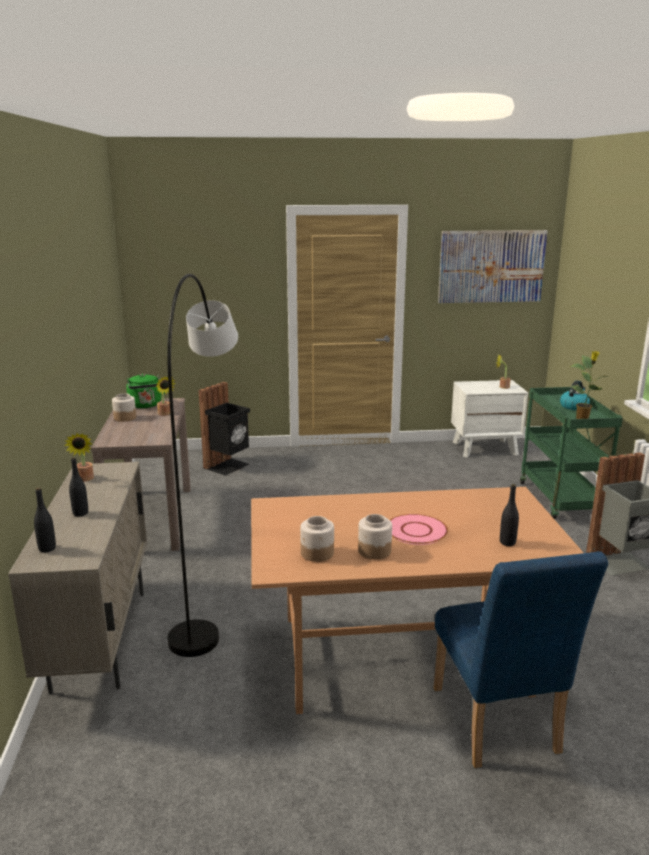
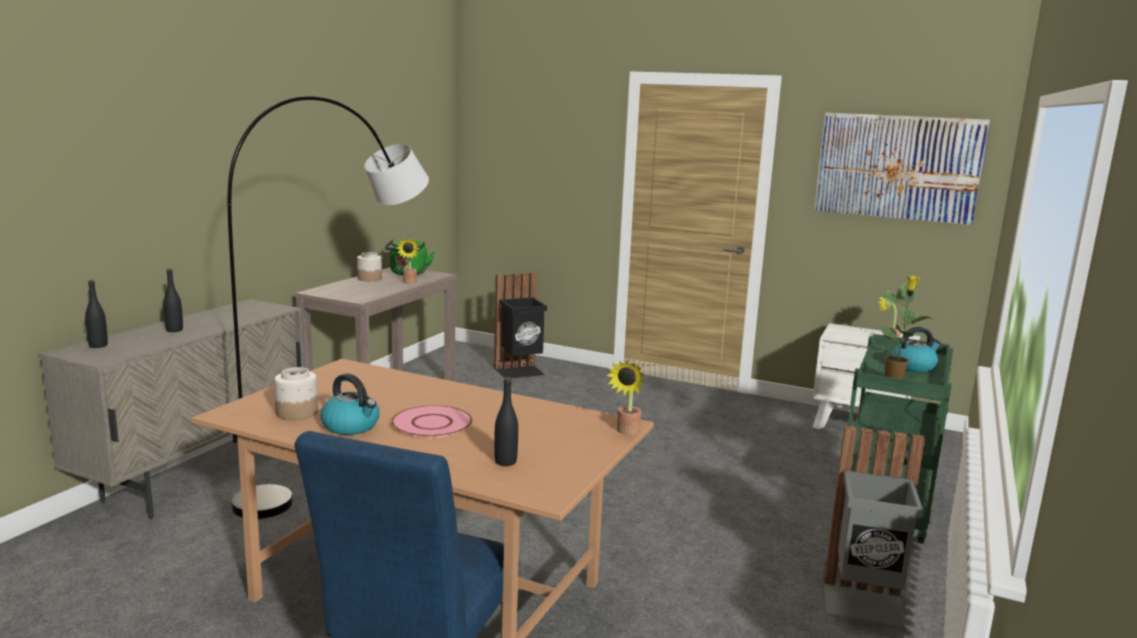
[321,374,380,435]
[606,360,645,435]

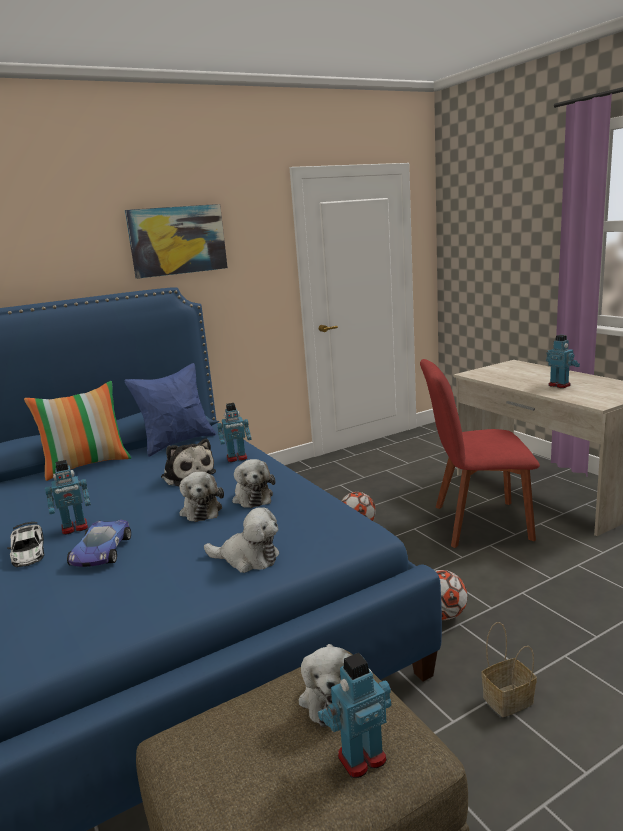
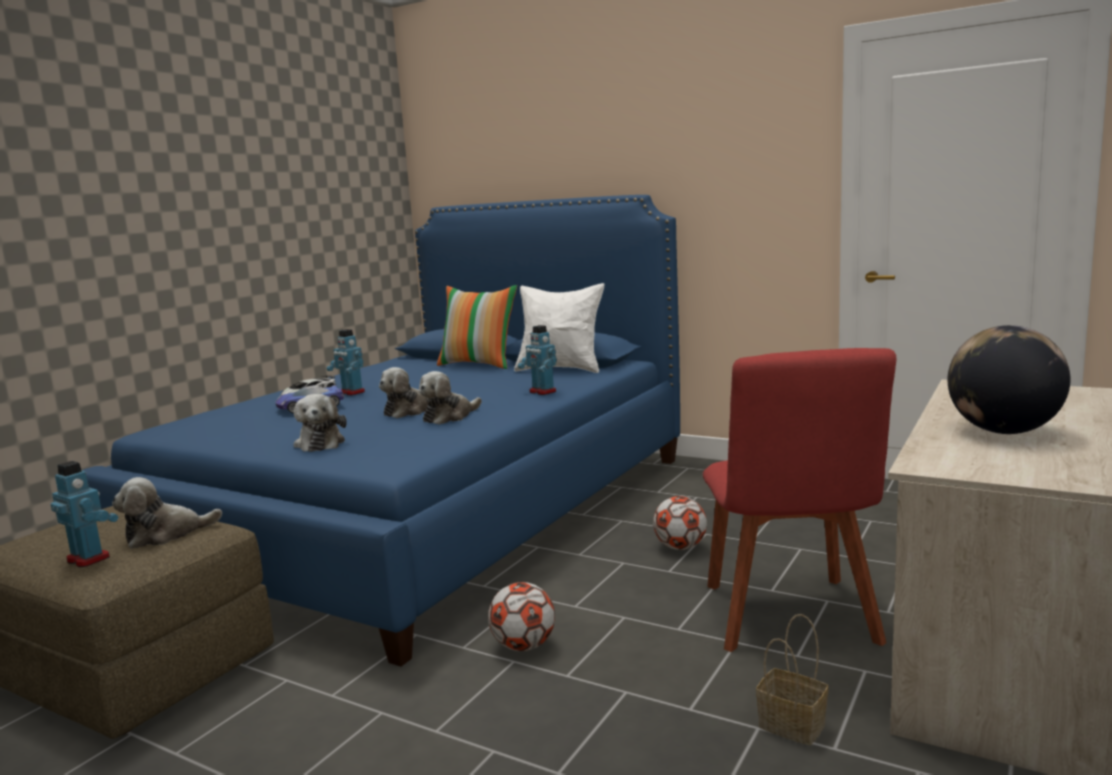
[514,283,604,373]
[703,348,897,652]
[756,614,828,745]
[948,325,1071,434]
[125,204,228,279] (first image)
[161,438,216,487] (first image)

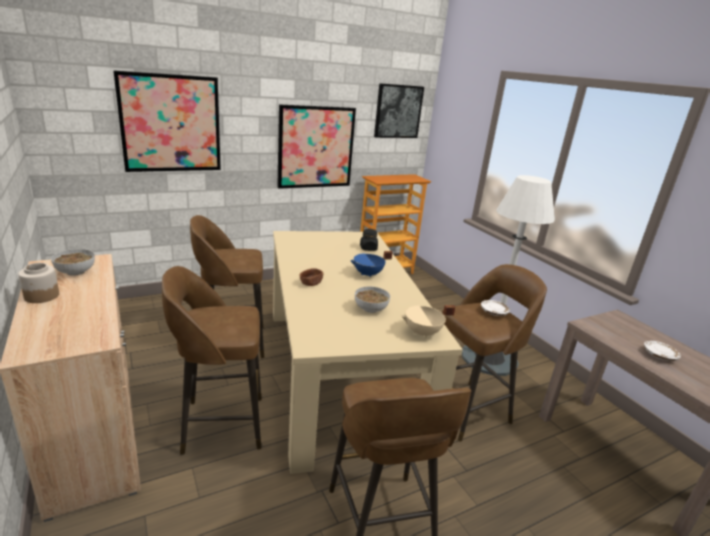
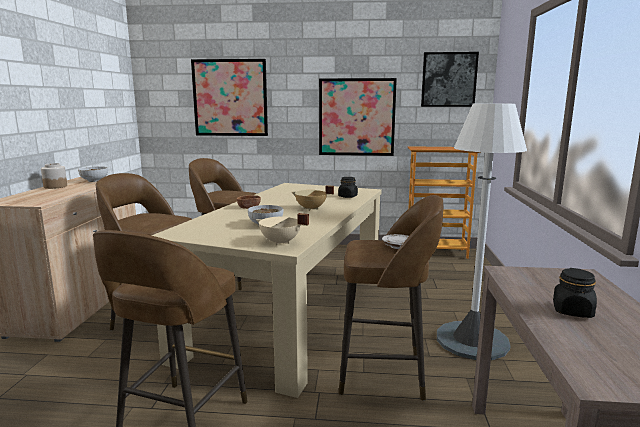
[292,185,334,211]
[553,268,597,318]

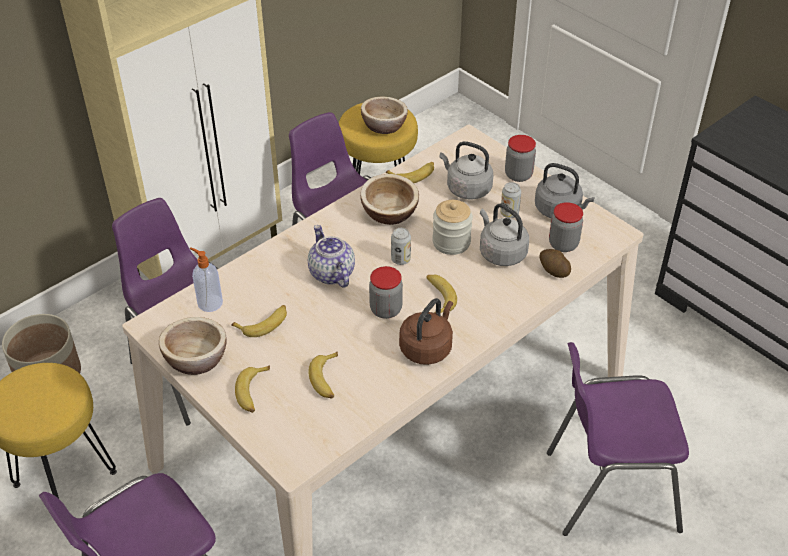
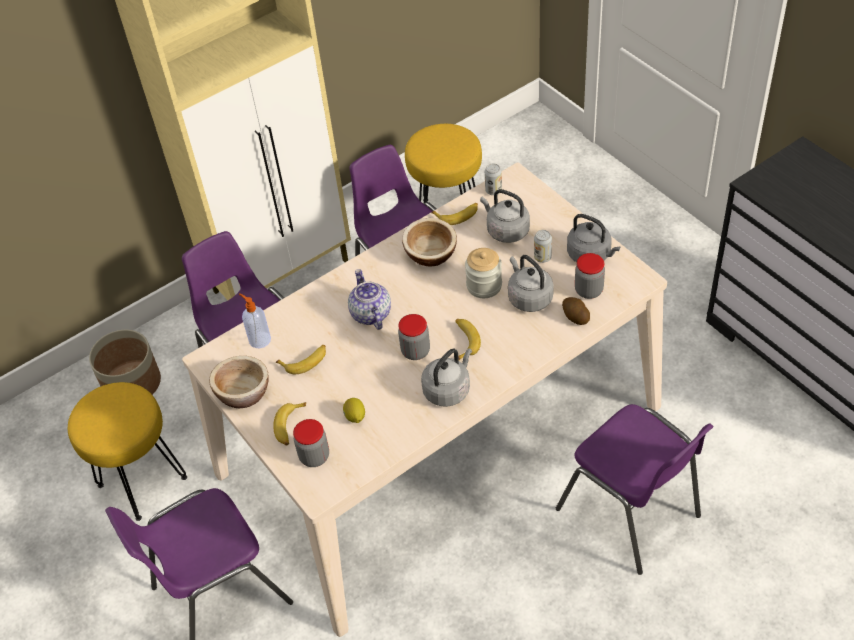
[293,419,329,467]
[343,398,365,423]
[421,348,472,407]
[485,163,502,195]
[556,404,714,575]
[361,97,408,134] (first image)

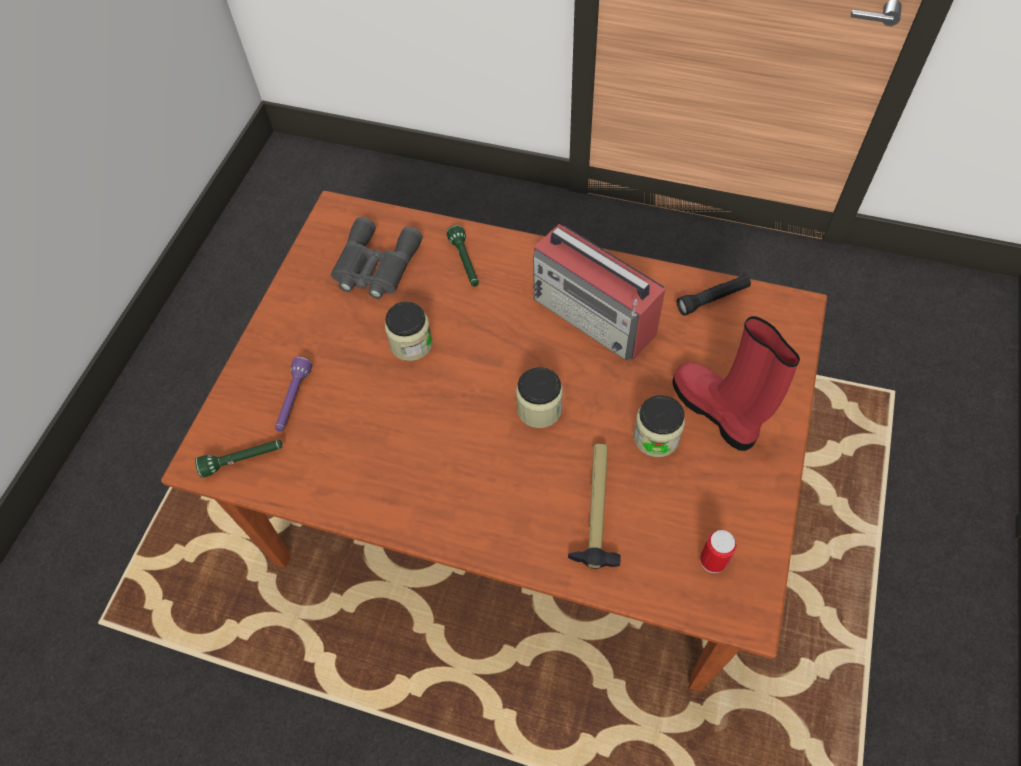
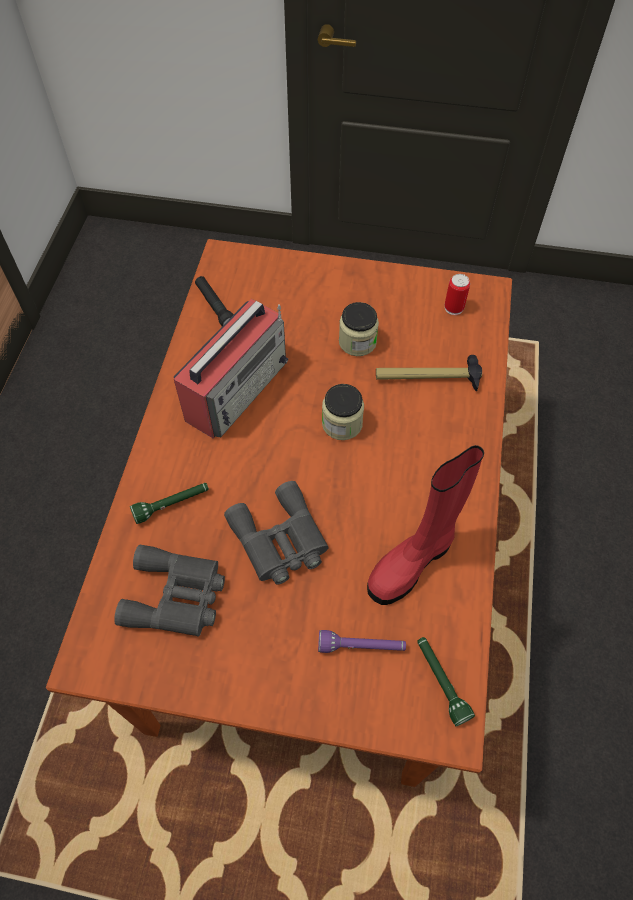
[224,481,329,585]
[367,445,484,605]

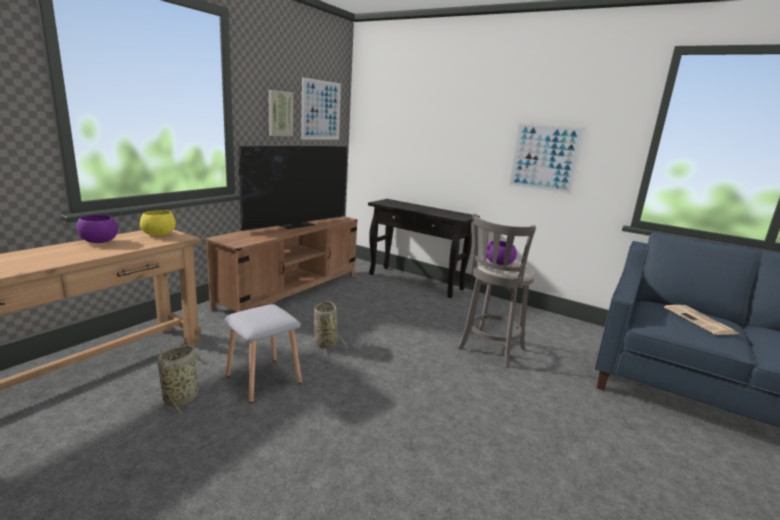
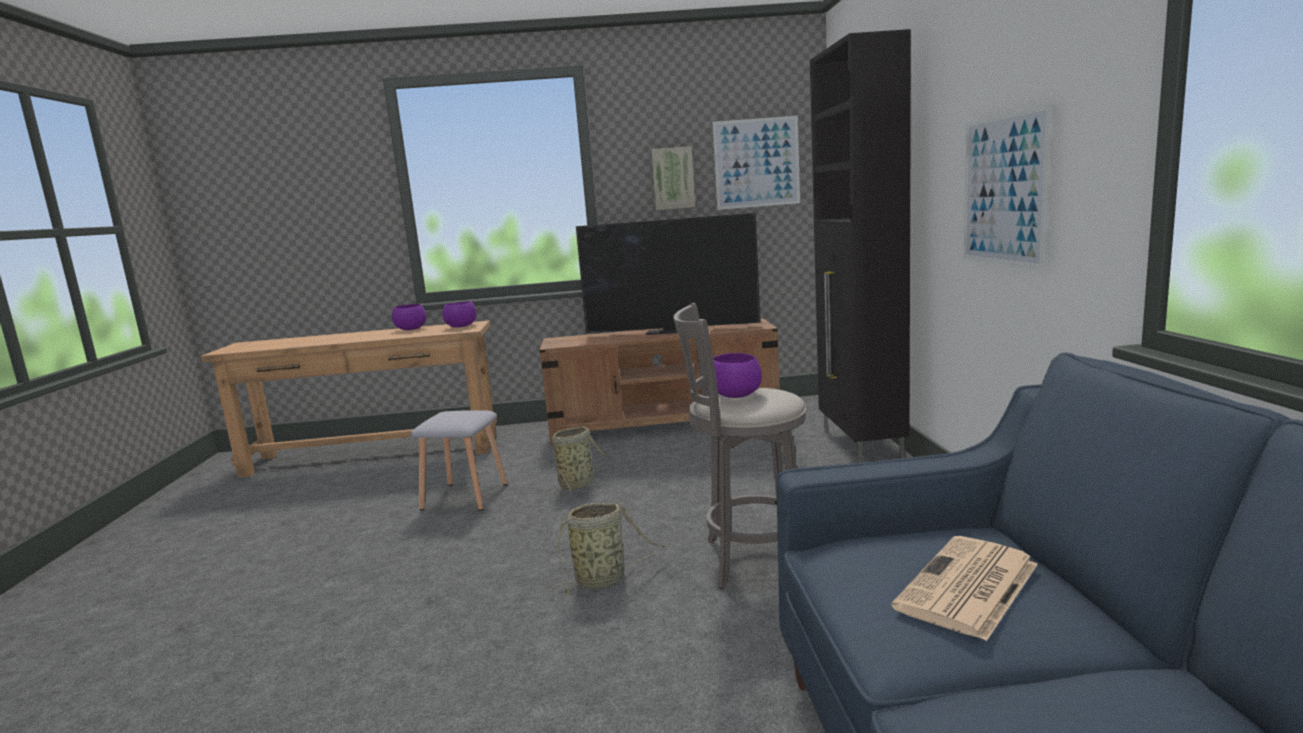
[442,301,477,328]
[550,503,667,594]
[810,29,911,463]

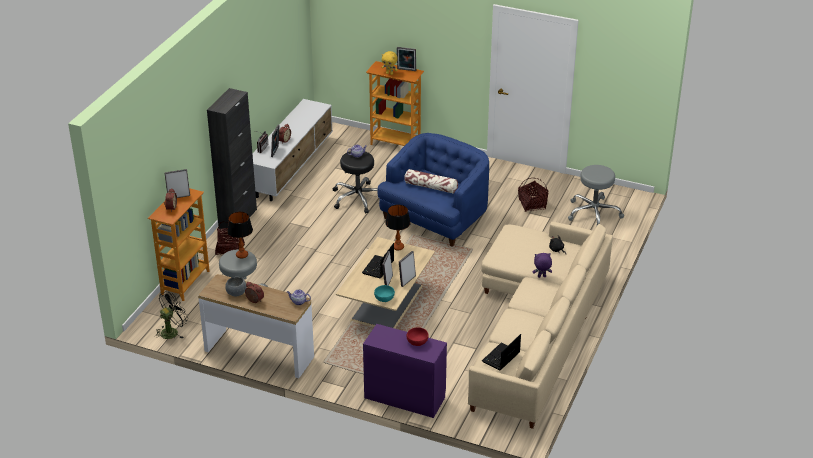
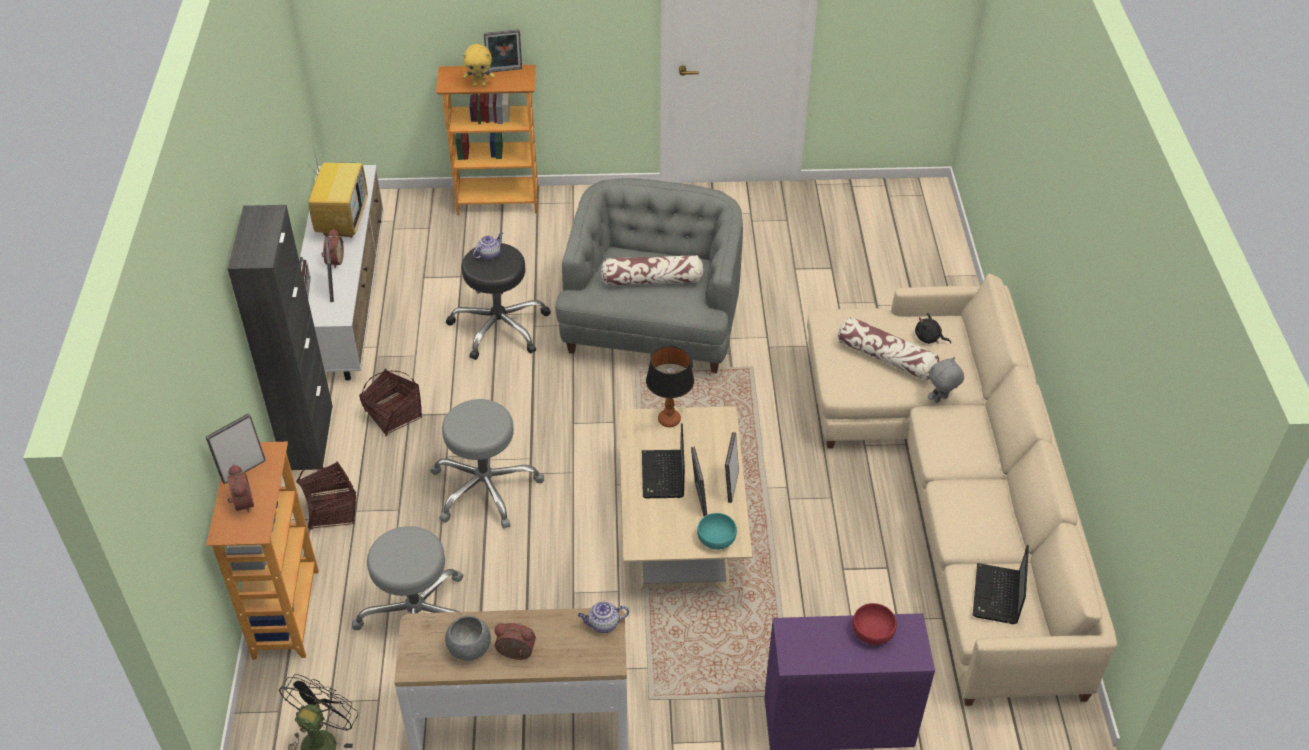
[308,140,368,238]
[359,369,422,436]
[430,399,544,528]
[556,178,743,373]
[838,317,939,381]
[928,357,964,403]
[227,212,253,258] (first image)

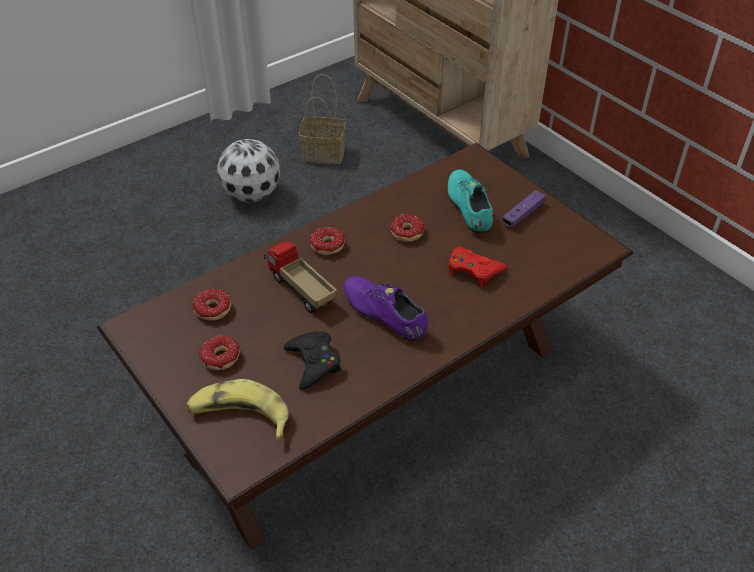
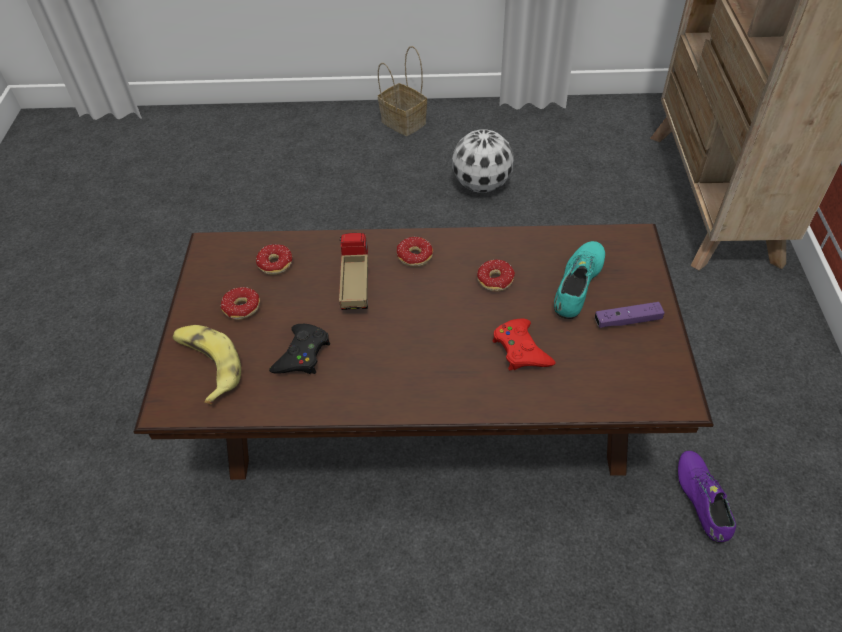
[378,46,427,136]
[678,451,736,543]

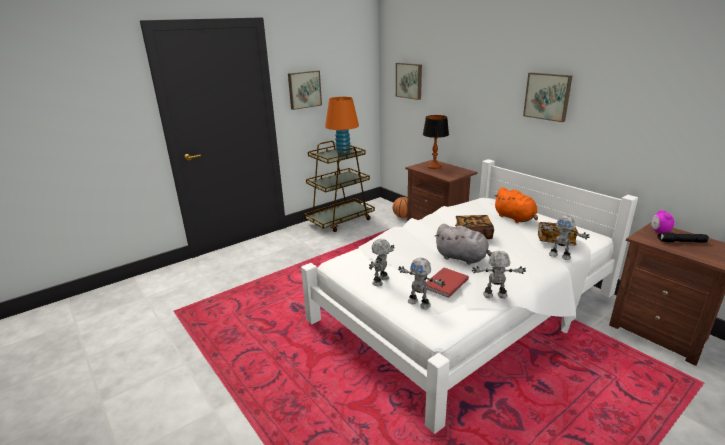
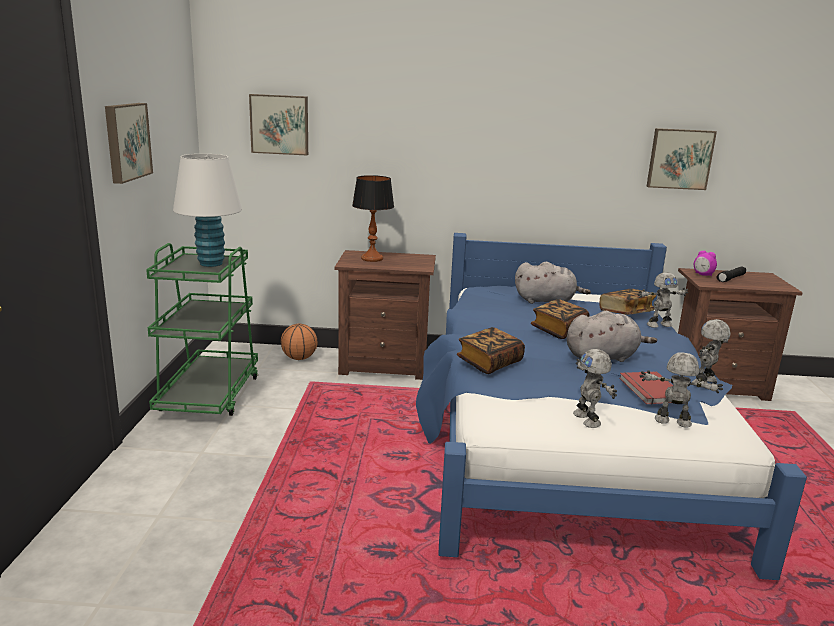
[146,243,258,416]
[173,154,242,267]
[416,233,807,580]
[457,327,525,374]
[515,262,591,304]
[639,352,723,428]
[647,128,717,190]

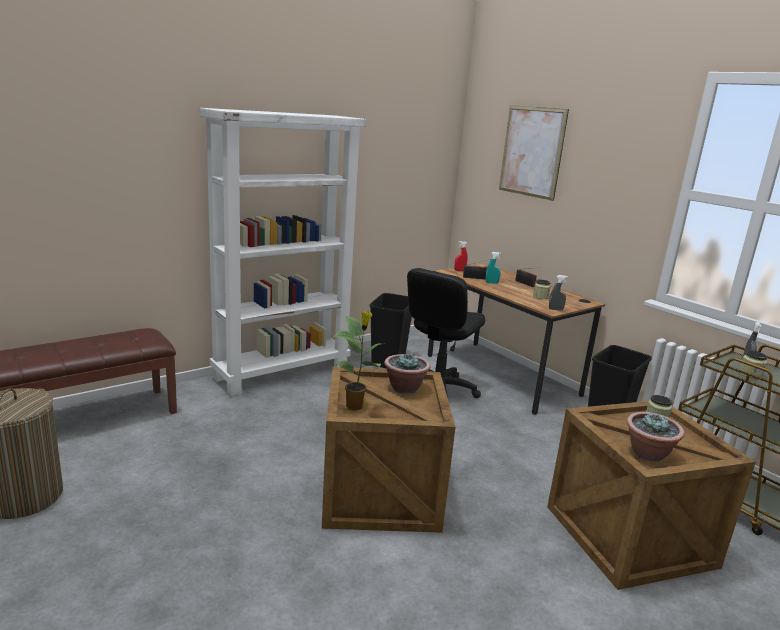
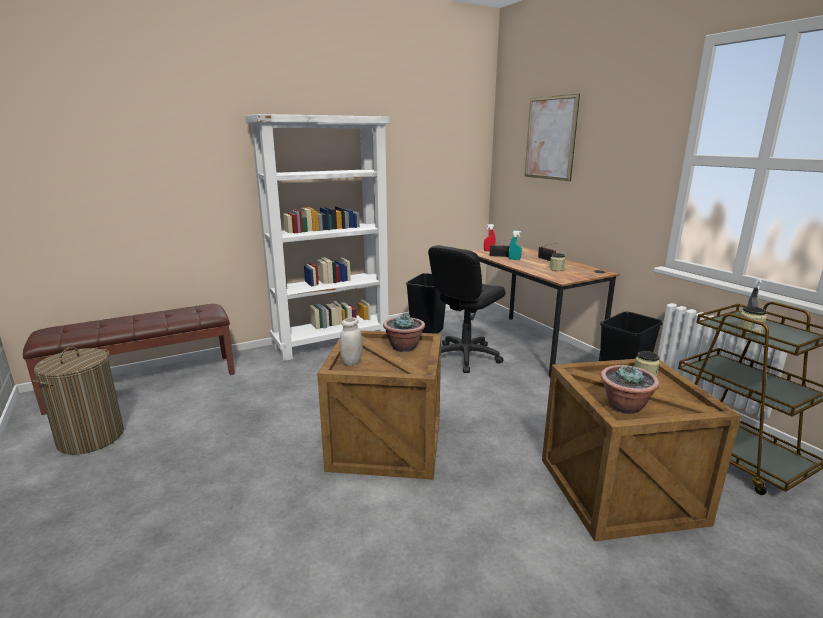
[340,317,363,366]
[549,275,568,311] (first image)

